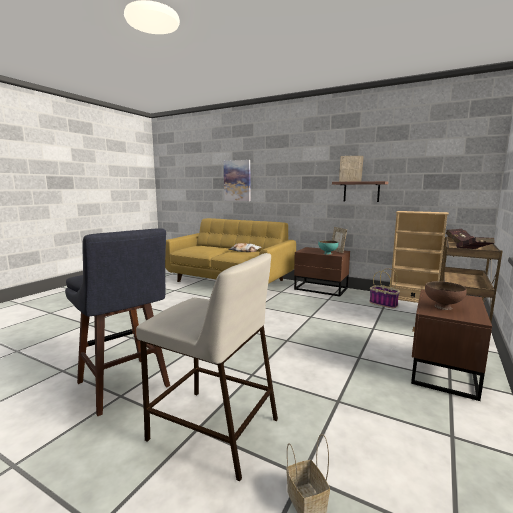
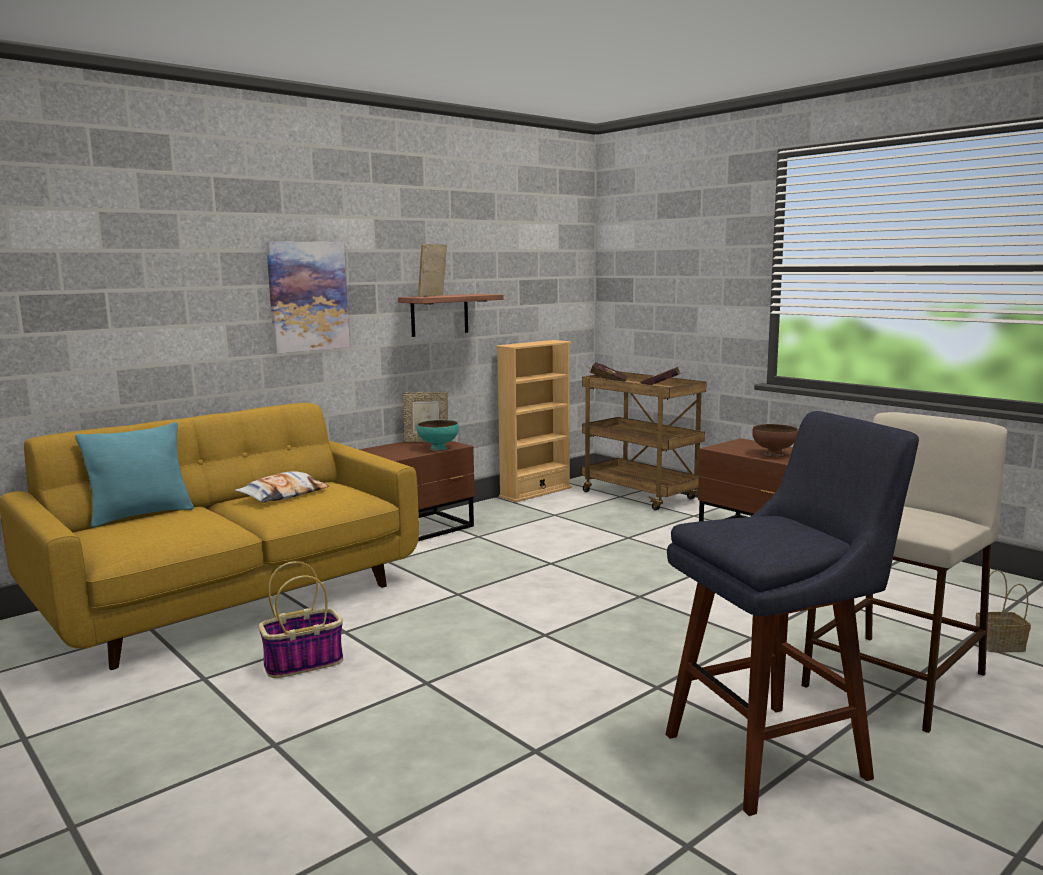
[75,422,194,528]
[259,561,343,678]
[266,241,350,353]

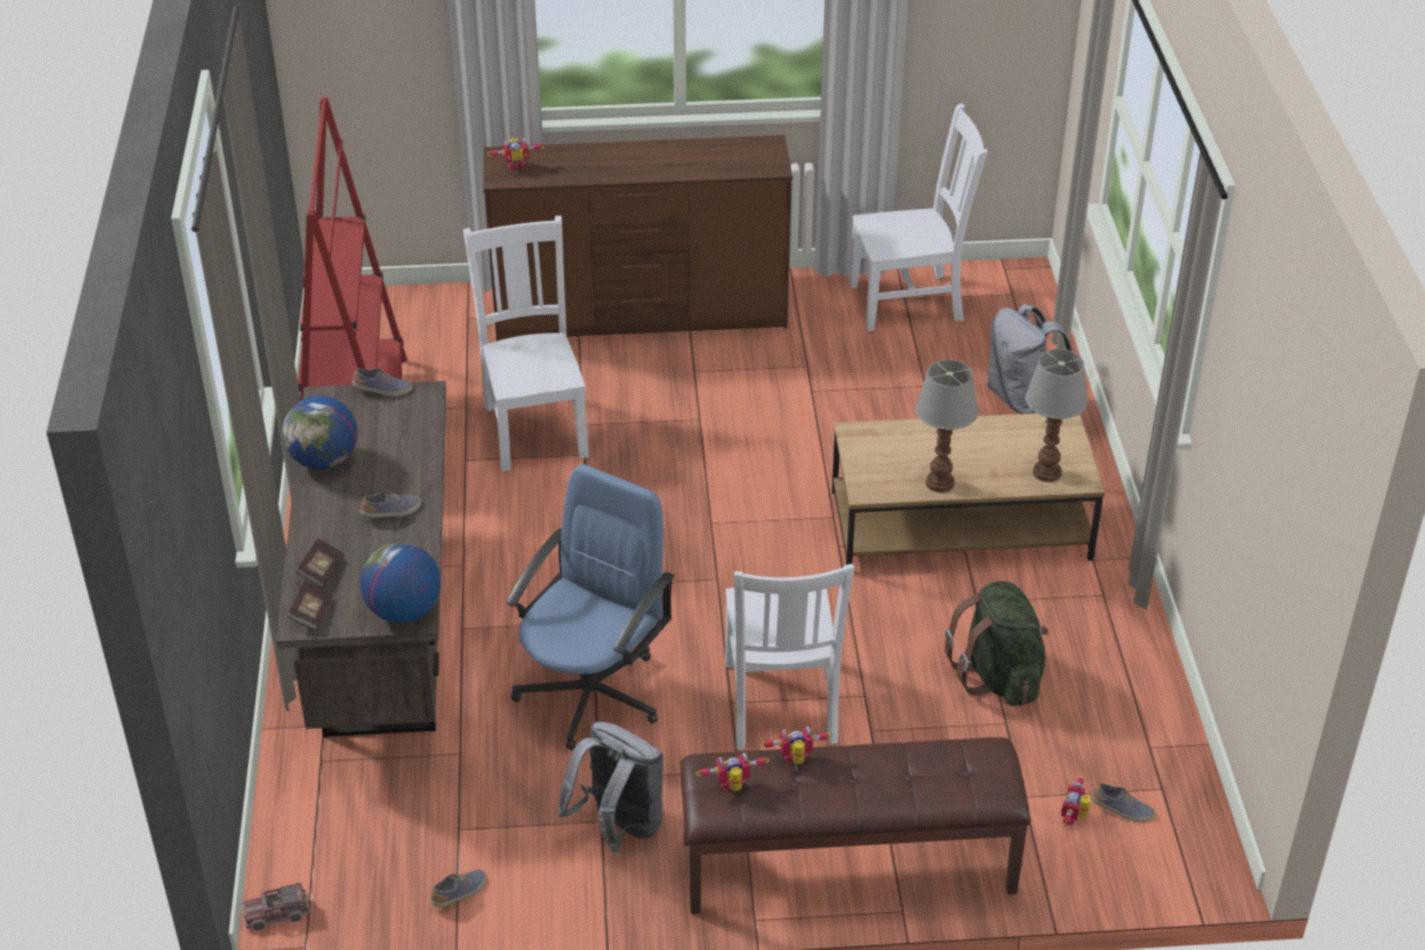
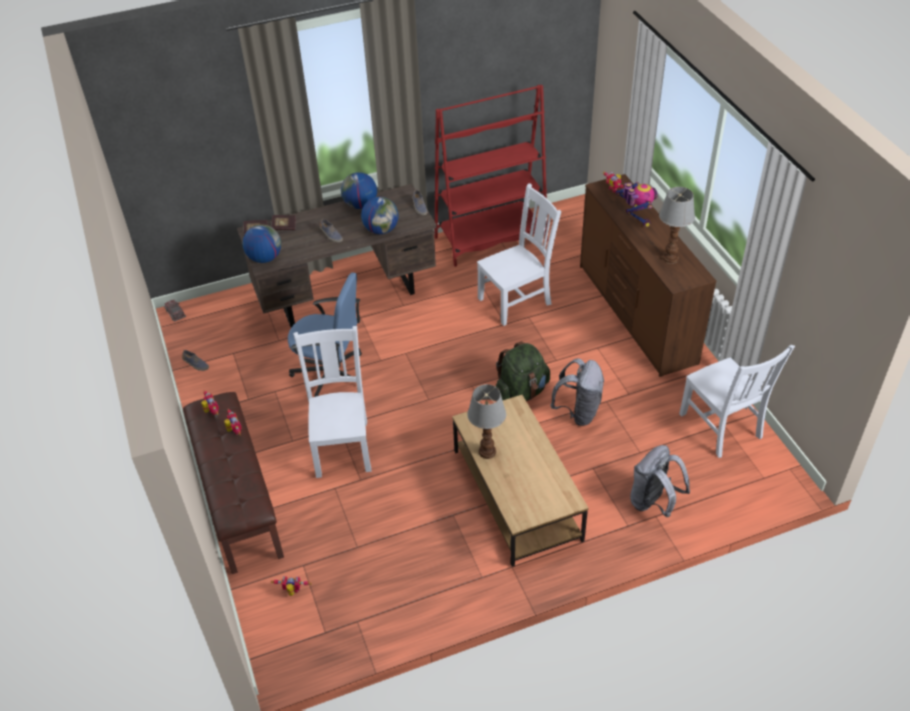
[293,326,372,478]
[361,197,398,234]
[496,342,550,401]
[550,358,604,426]
[615,182,658,227]
[659,187,695,264]
[1091,783,1155,822] (first image)

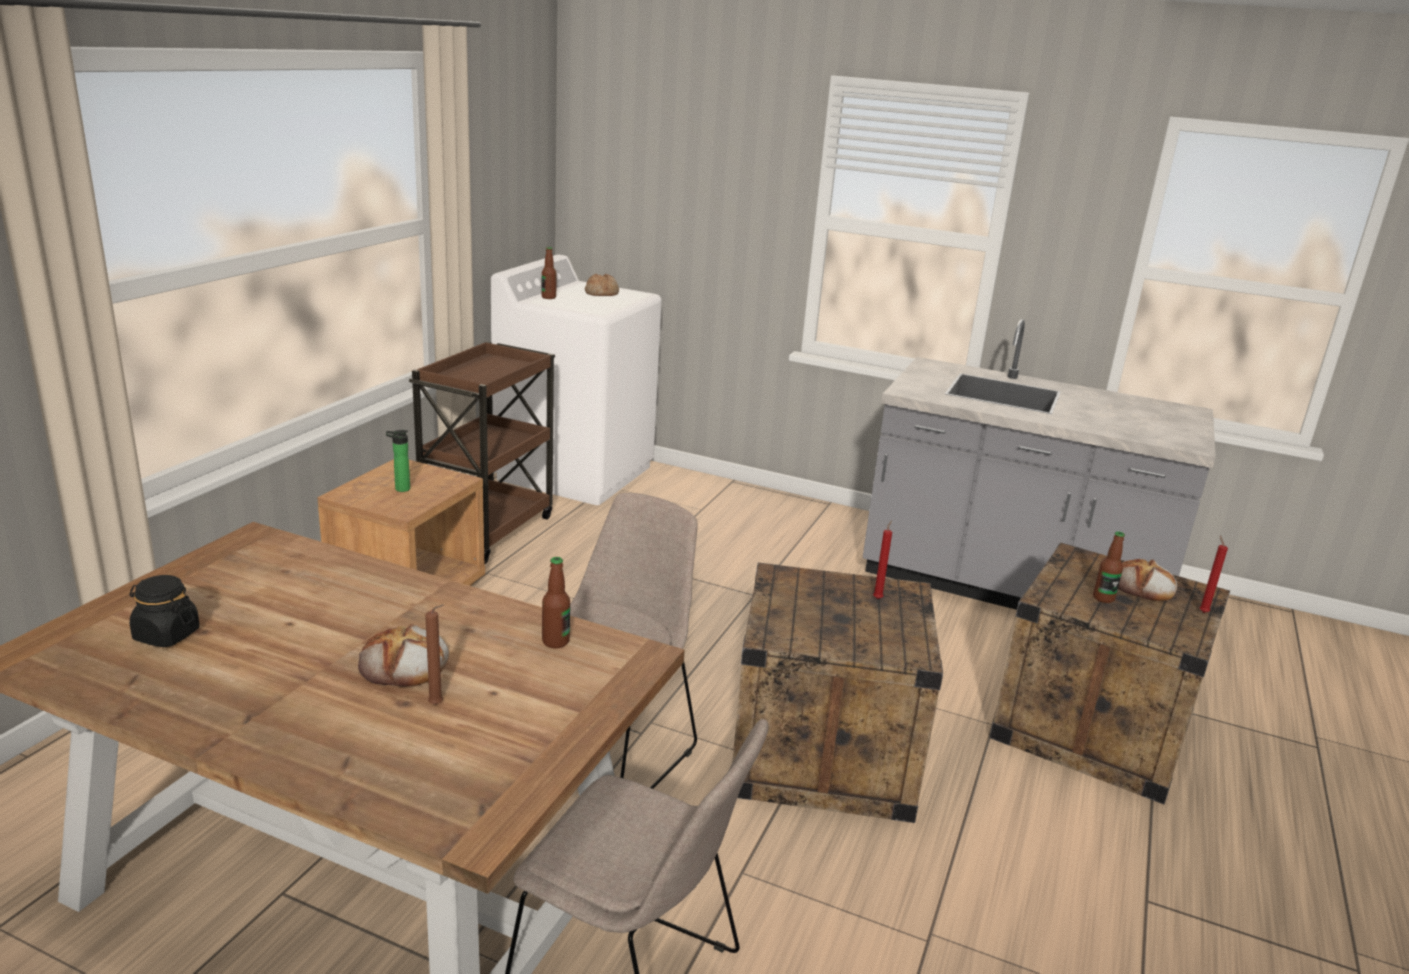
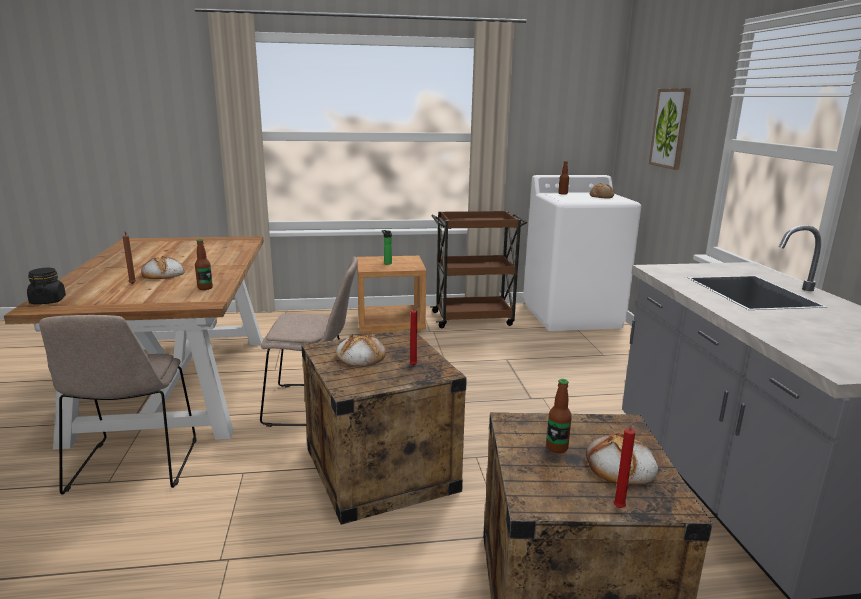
[27,268,66,304]
[336,334,386,366]
[649,88,691,170]

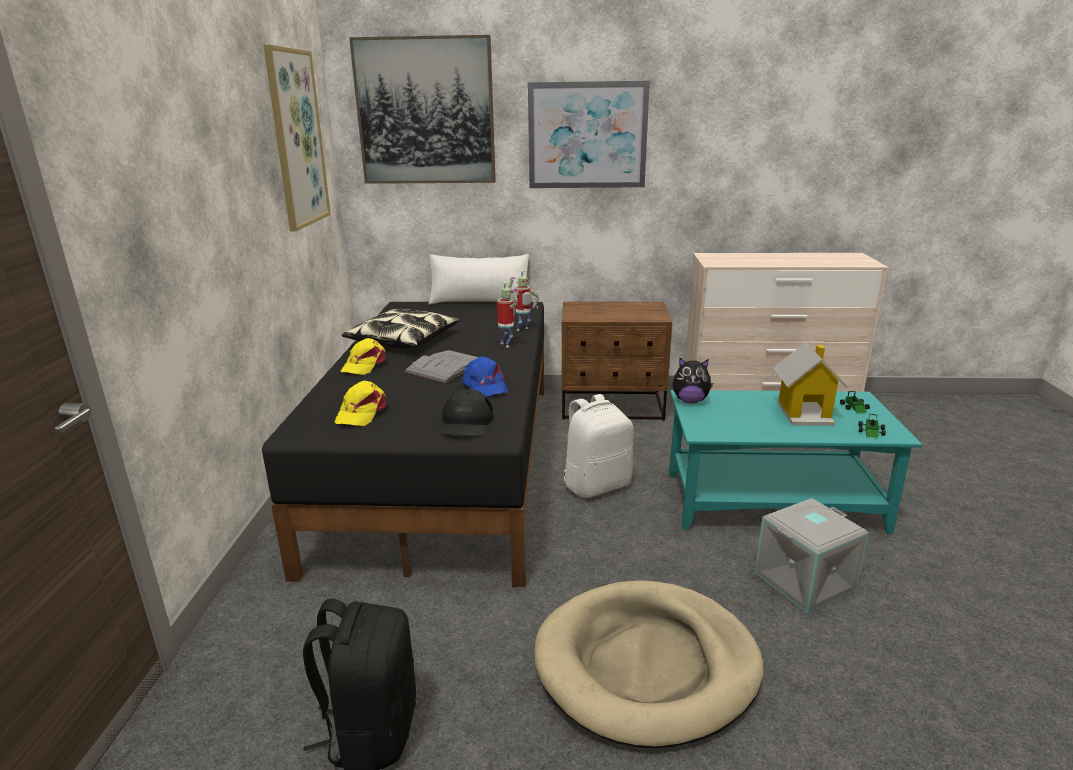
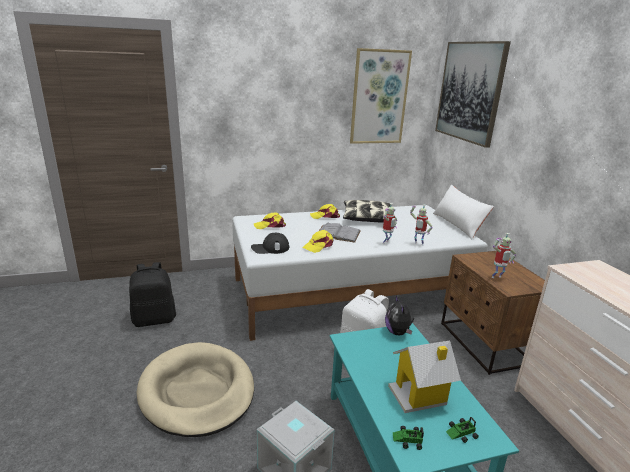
[232,205,488,341]
[303,230,334,253]
[491,233,516,278]
[528,81,650,188] (first image)

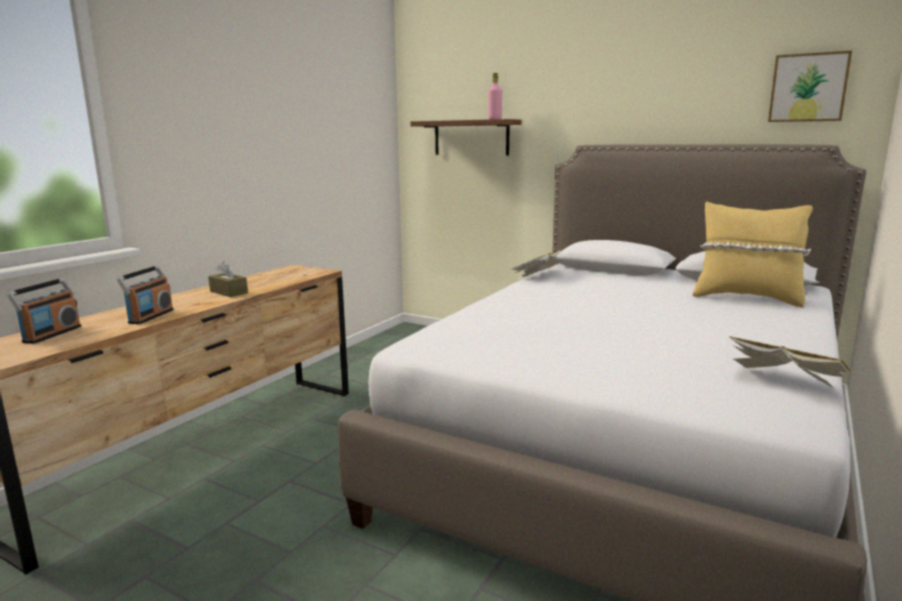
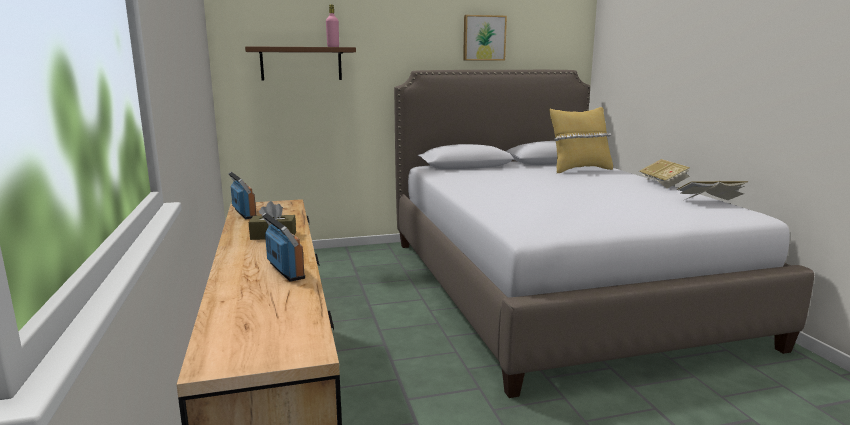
[228,172,257,219]
[463,15,507,60]
[639,159,690,189]

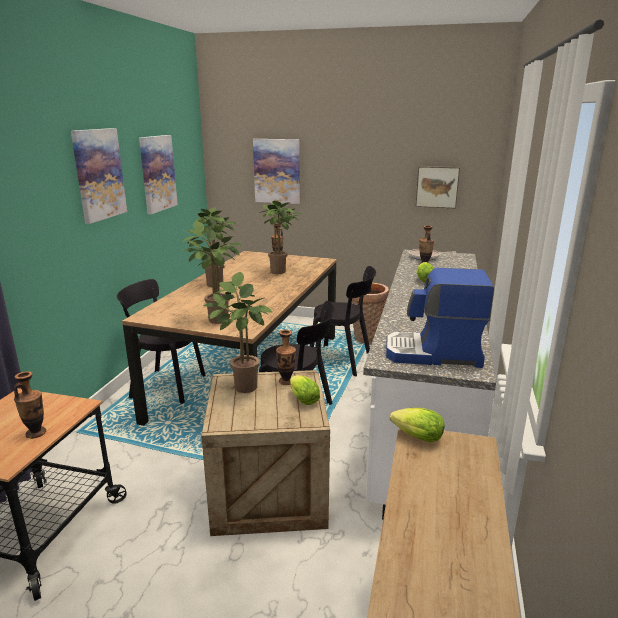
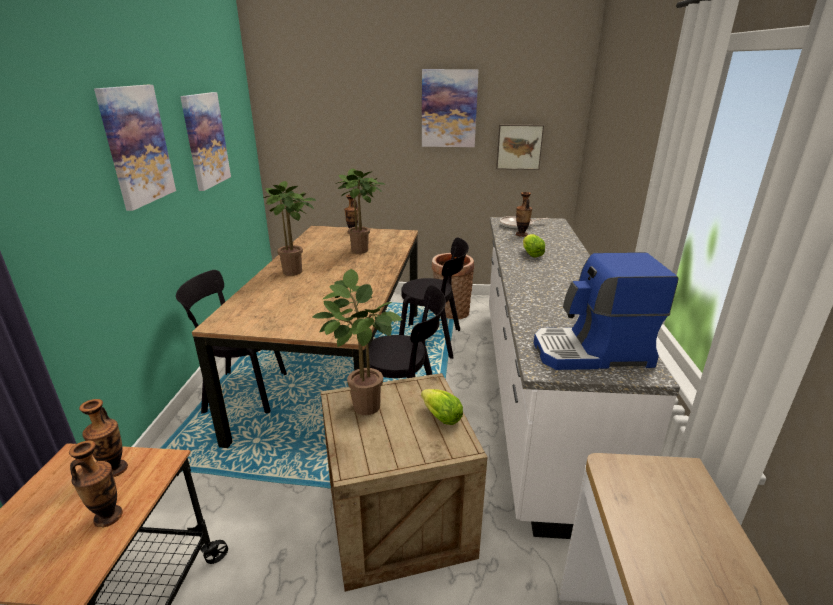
[79,399,128,477]
[422,69,479,147]
[182,221,242,324] (first image)
[390,408,445,442] (first image)

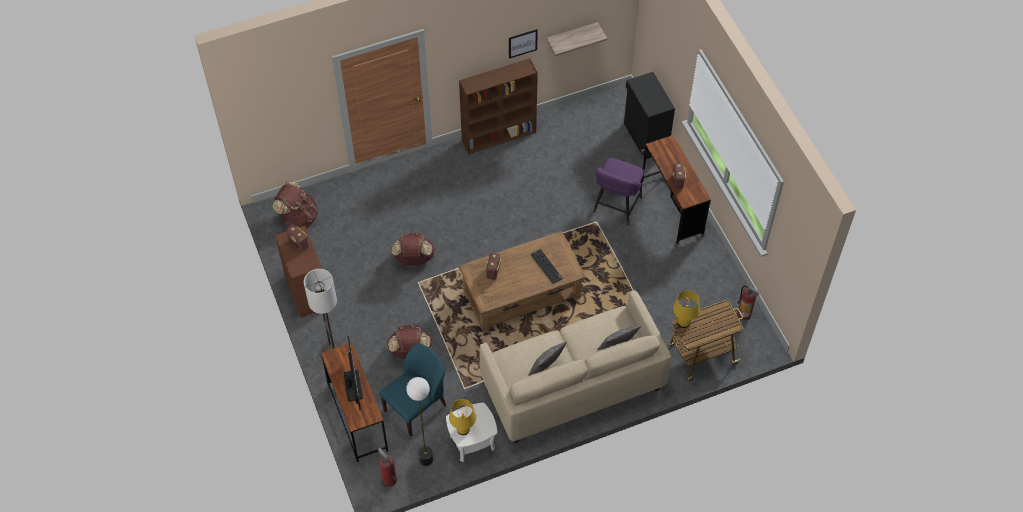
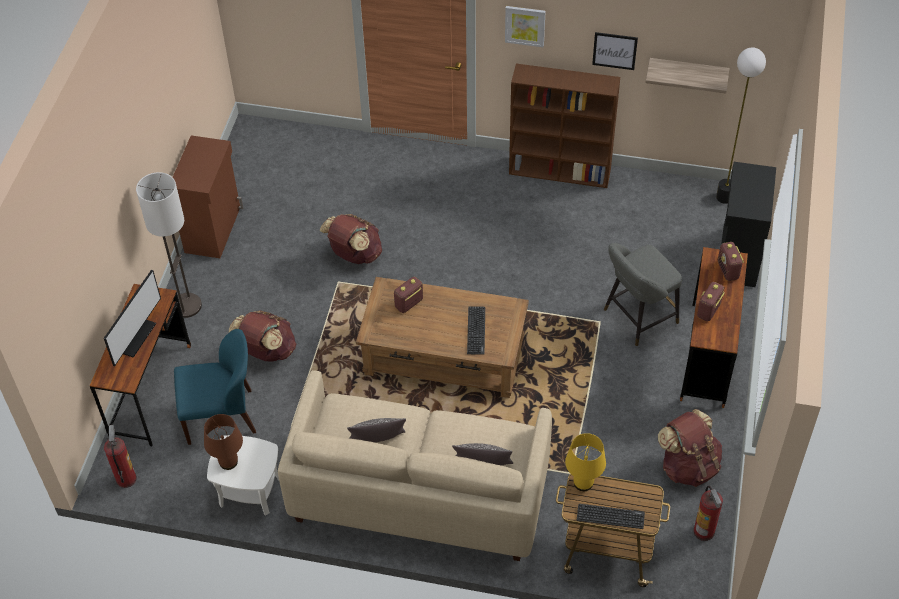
[204,414,243,470]
[505,6,546,47]
[577,504,645,529]
[604,243,682,346]
[658,409,722,487]
[716,47,766,204]
[718,242,744,281]

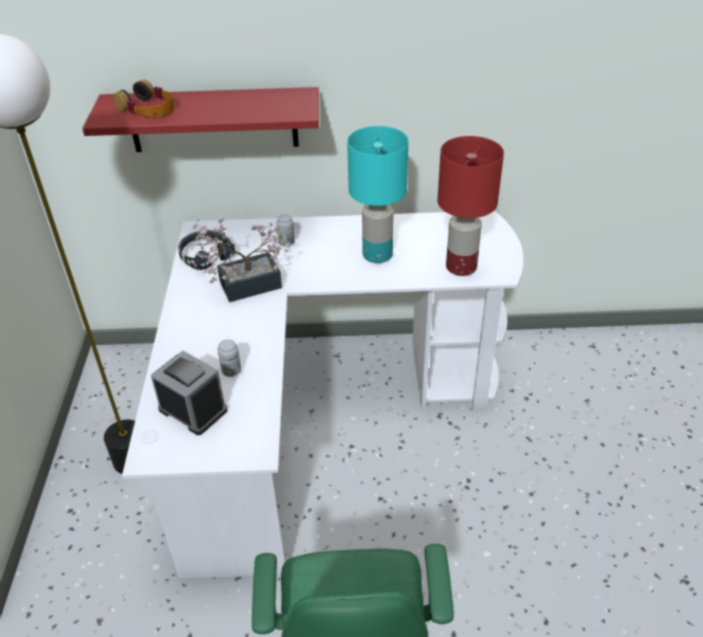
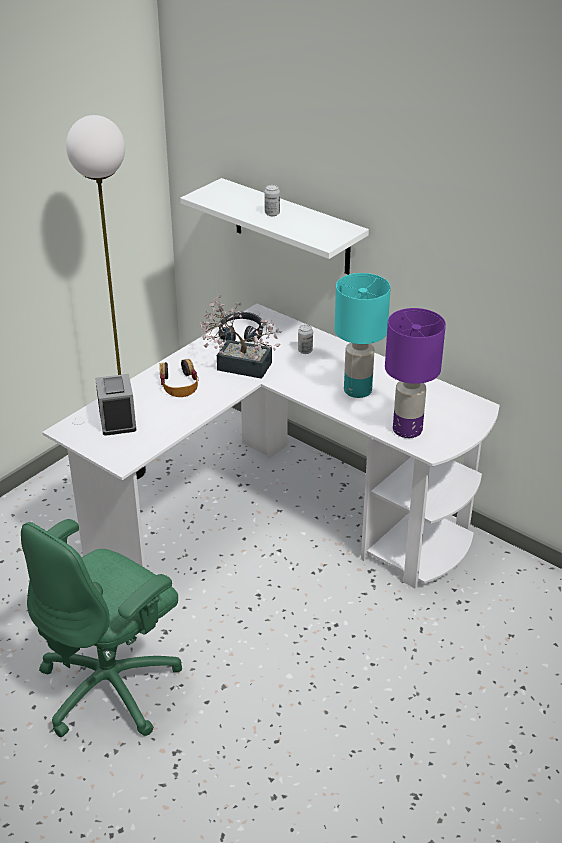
[159,359,198,397]
[180,178,369,275]
[264,185,280,216]
[385,308,446,438]

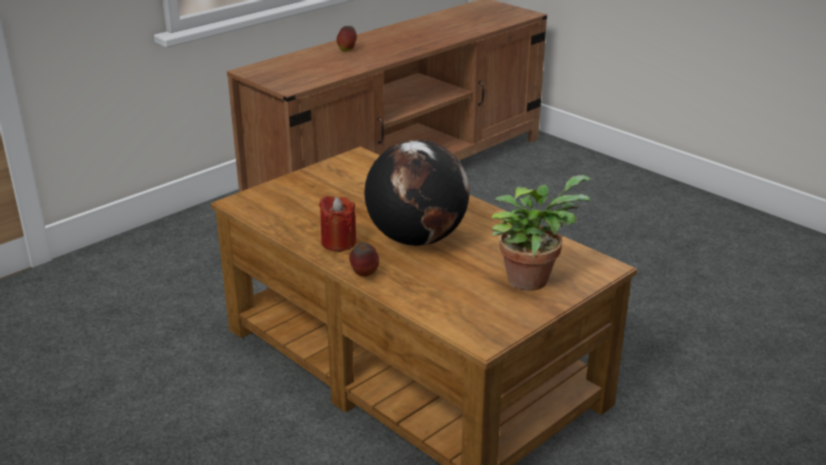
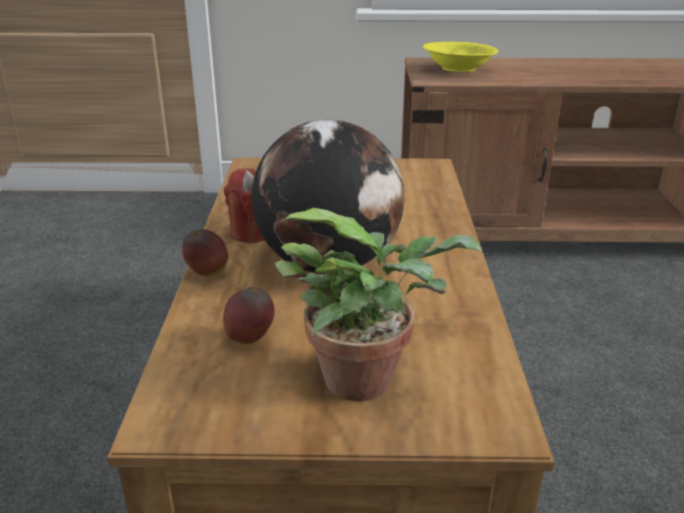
[223,287,275,344]
[422,42,499,72]

